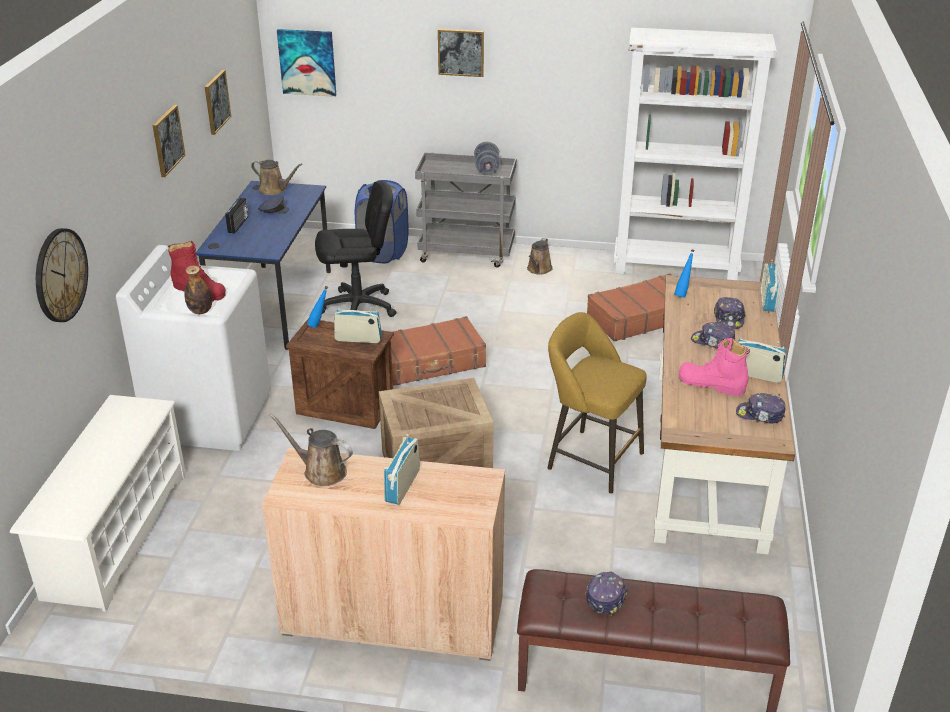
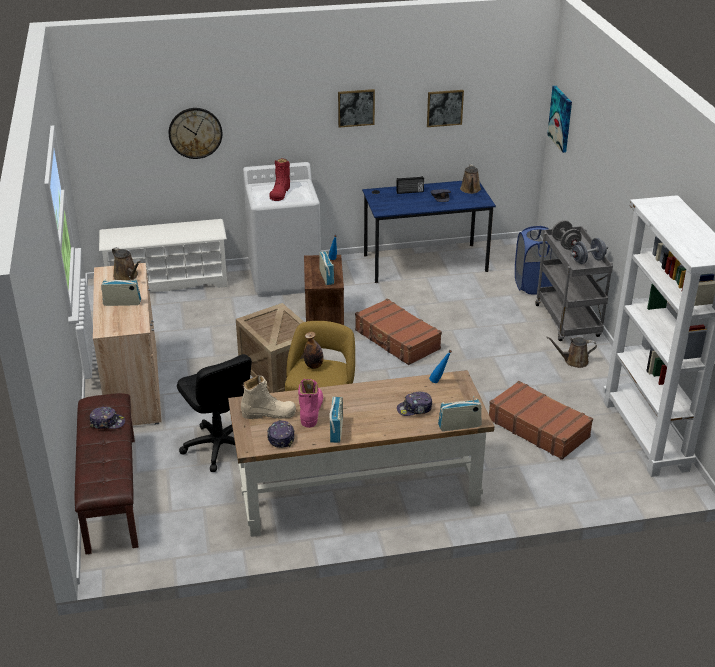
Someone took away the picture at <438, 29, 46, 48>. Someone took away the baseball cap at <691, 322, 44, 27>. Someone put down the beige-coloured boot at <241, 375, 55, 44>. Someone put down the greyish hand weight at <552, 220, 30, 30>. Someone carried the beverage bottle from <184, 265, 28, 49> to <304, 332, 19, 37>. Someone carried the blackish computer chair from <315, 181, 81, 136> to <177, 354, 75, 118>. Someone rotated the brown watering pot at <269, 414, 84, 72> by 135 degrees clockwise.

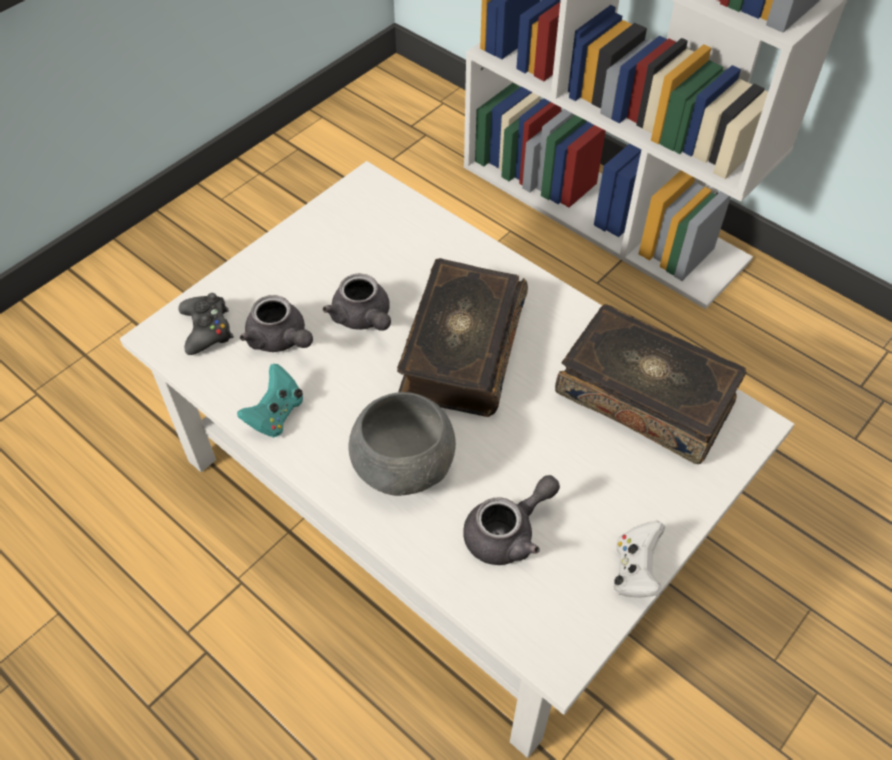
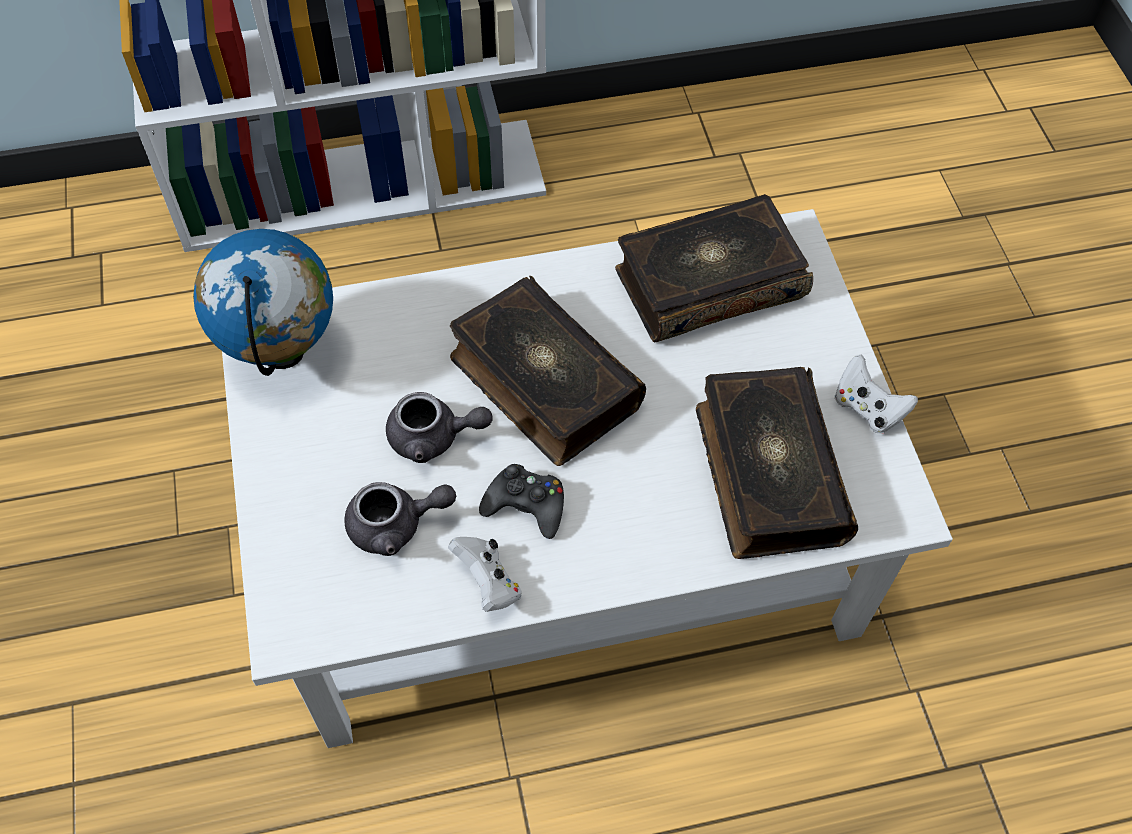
Someone took away the greyish bowl at <349, 392, 107, 104>. Someone put down the world globe at <193, 229, 140, 147>. Someone carried the blackish gamepad from <179, 293, 55, 62> to <479, 464, 85, 75>. Someone swapped the greyish tea pot at <463, 475, 97, 90> for the book at <696, 367, 162, 192>. Someone repainted the turquoise-coloured gamepad at <237, 364, 66, 73>, which became the white-coloured gamepad at <448, 537, 74, 75>.

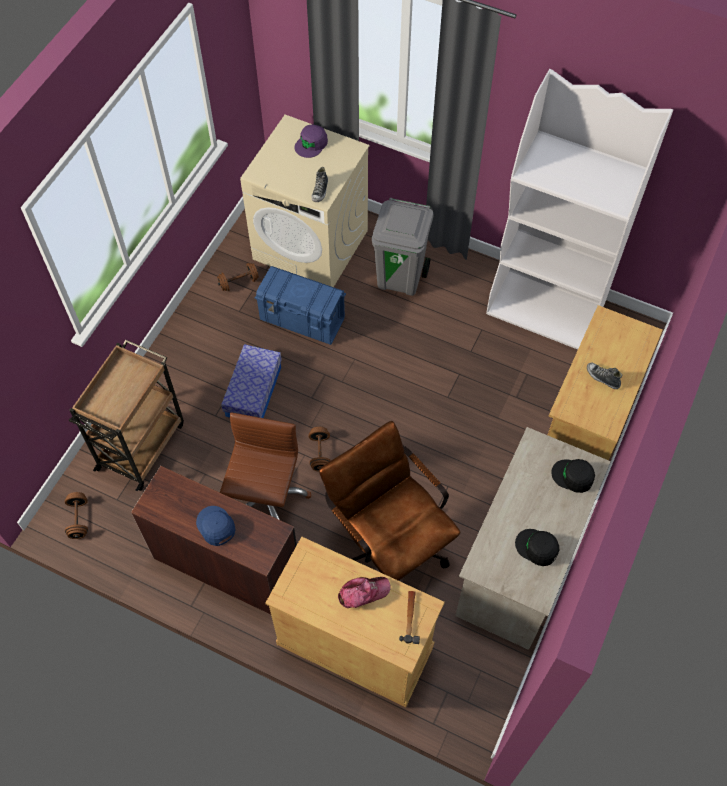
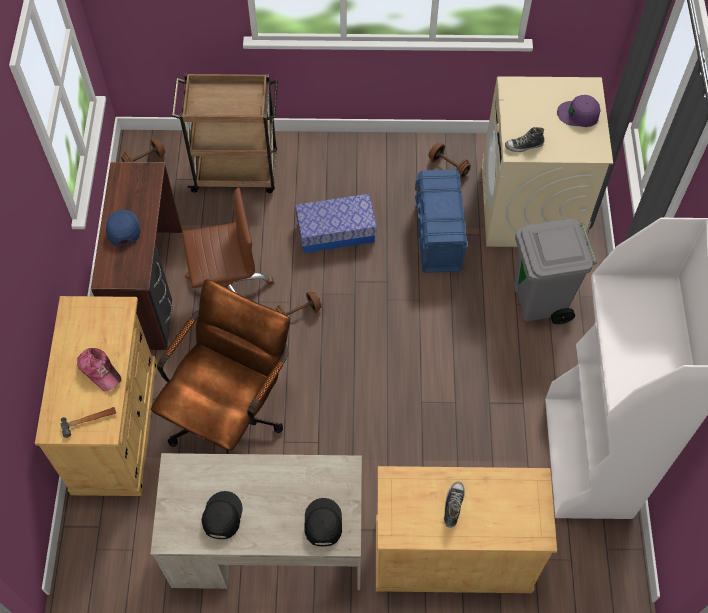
Someone rotated the blue baseball cap at <196, 506, 39, 40> by 45 degrees counterclockwise.

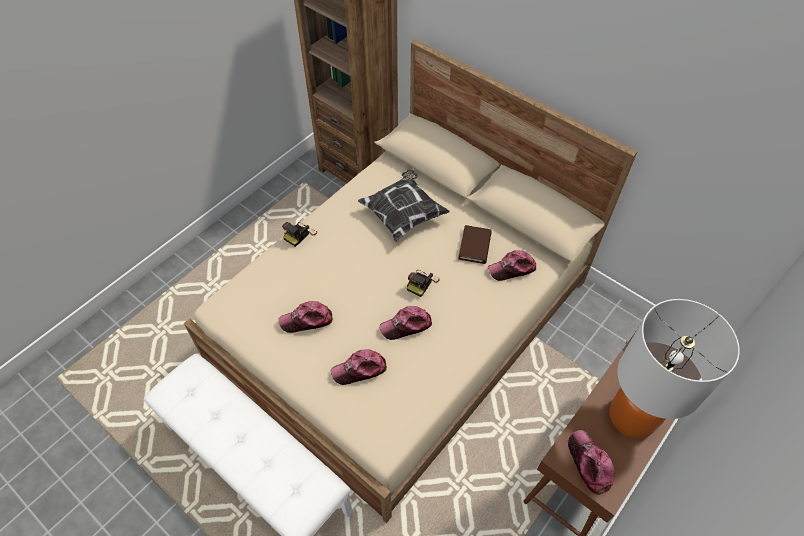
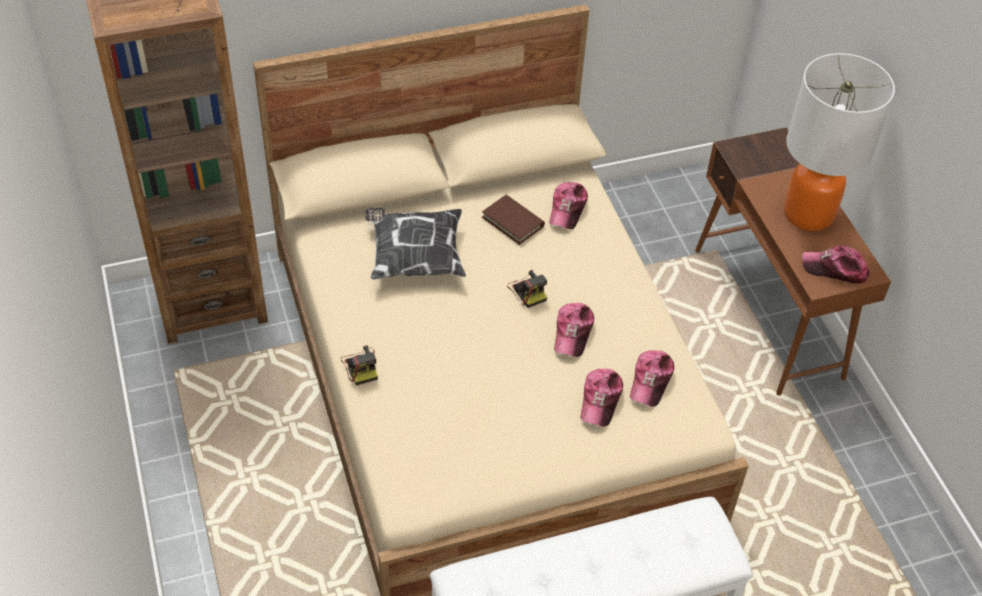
Someone carried the baseball cap from <278, 301, 55, 32> to <630, 350, 44, 57>.

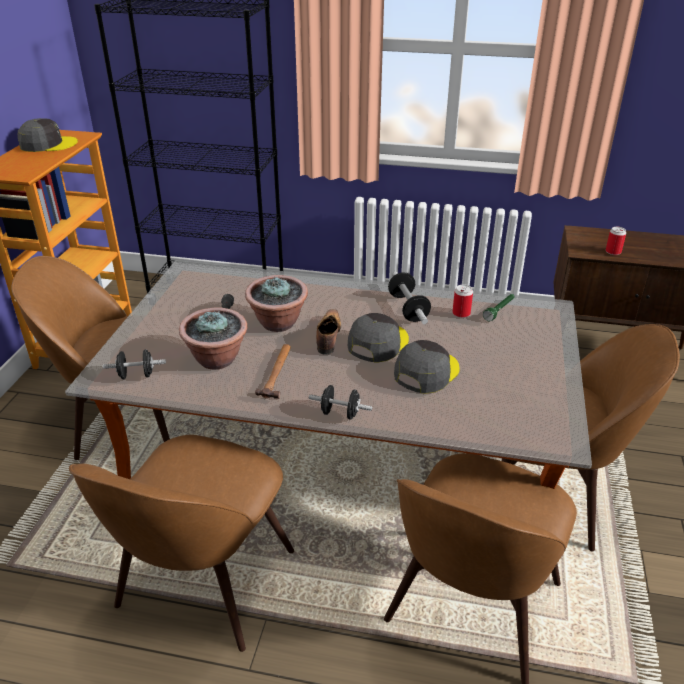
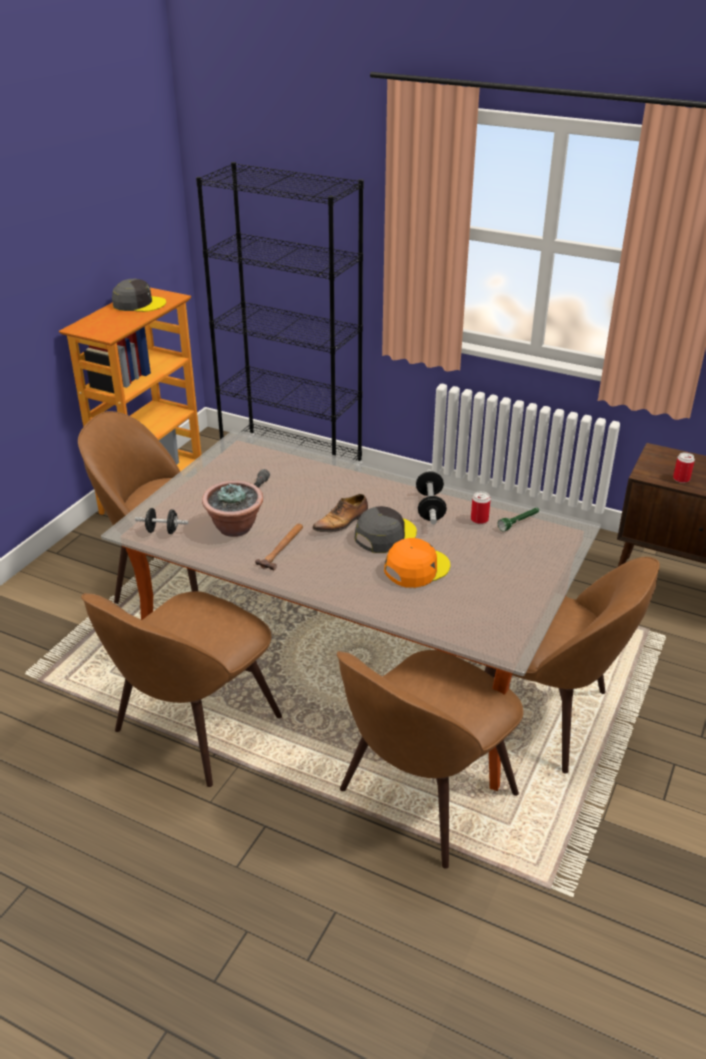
Someone took away the plant in a pot at <245, 275, 63, 57>. Someone took away the blackish hand weight at <309, 385, 63, 35>. Someone repainted the greyish baseball cap at <394, 340, 66, 54>, which became the orange baseball cap at <384, 538, 66, 50>. Someone rotated the item of footwear at <316, 309, 25, 46> by 150 degrees counterclockwise.

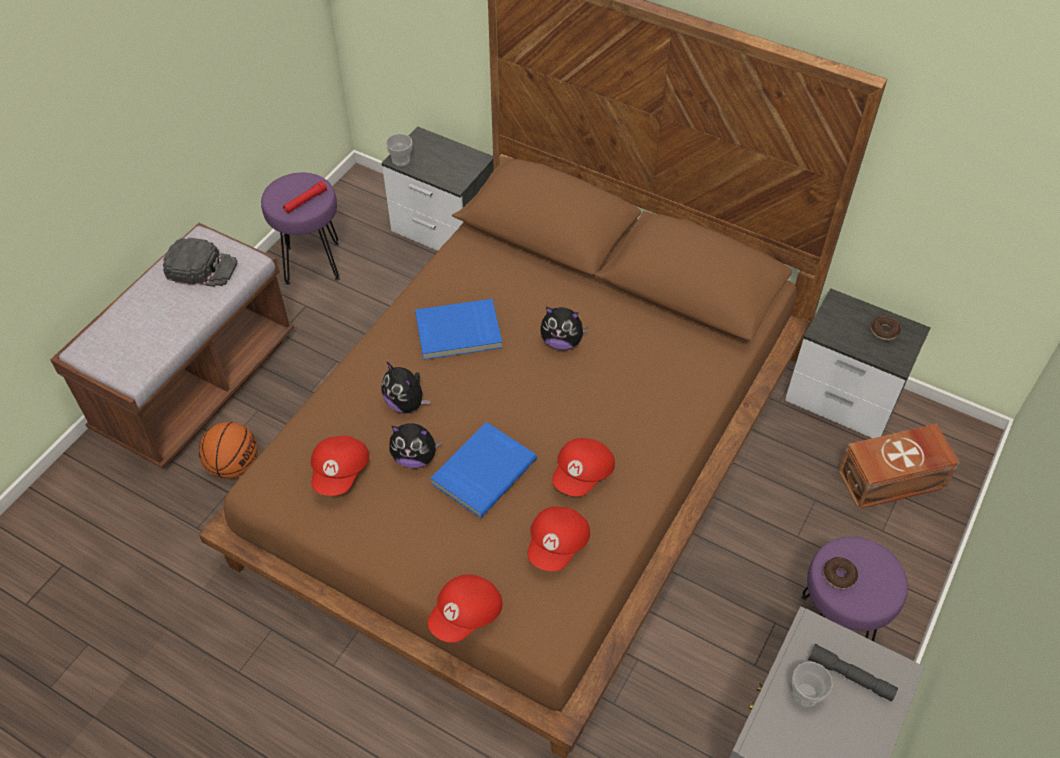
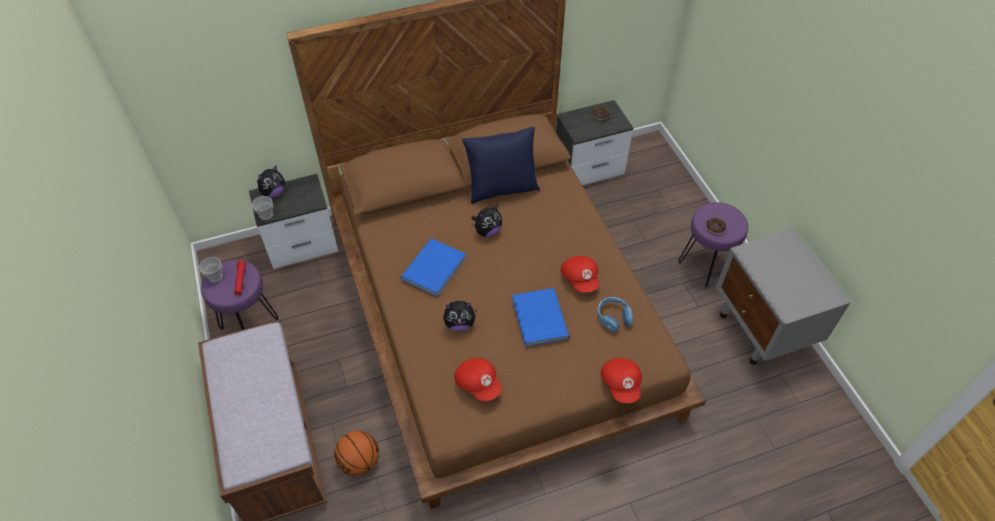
Someone took away the blackish baseball cap at <163, 238, 74, 49>. Someone took away the greyish torch at <808, 644, 90, 58>. Someone took away the brown storage bin at <838, 424, 122, 85>. Someone put down the blue cushion at <462, 127, 78, 77>. Someone carried the soft toy from <389, 423, 53, 45> to <257, 166, 28, 32>. Someone carried the drinking cup from <792, 662, 41, 45> to <199, 257, 24, 25>. Someone swapped the reddish baseball cap at <528, 507, 62, 64> for the blue headphones at <597, 297, 36, 36>.

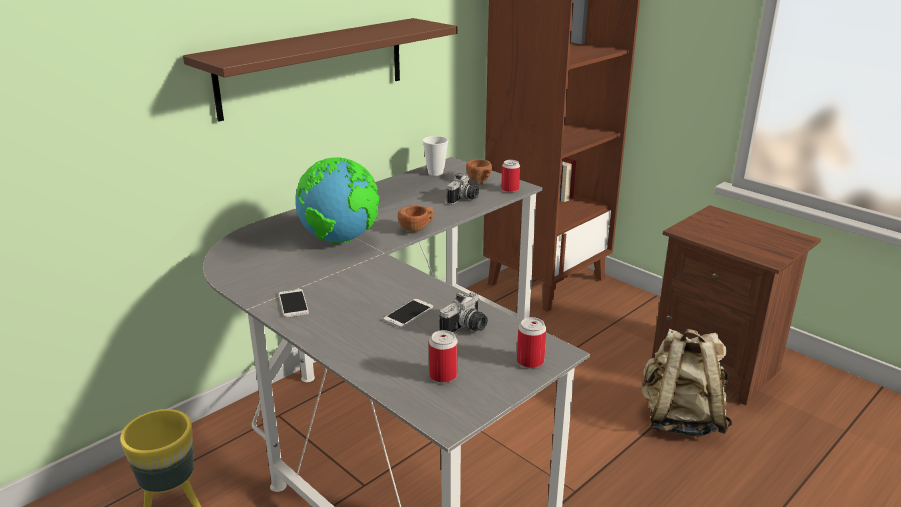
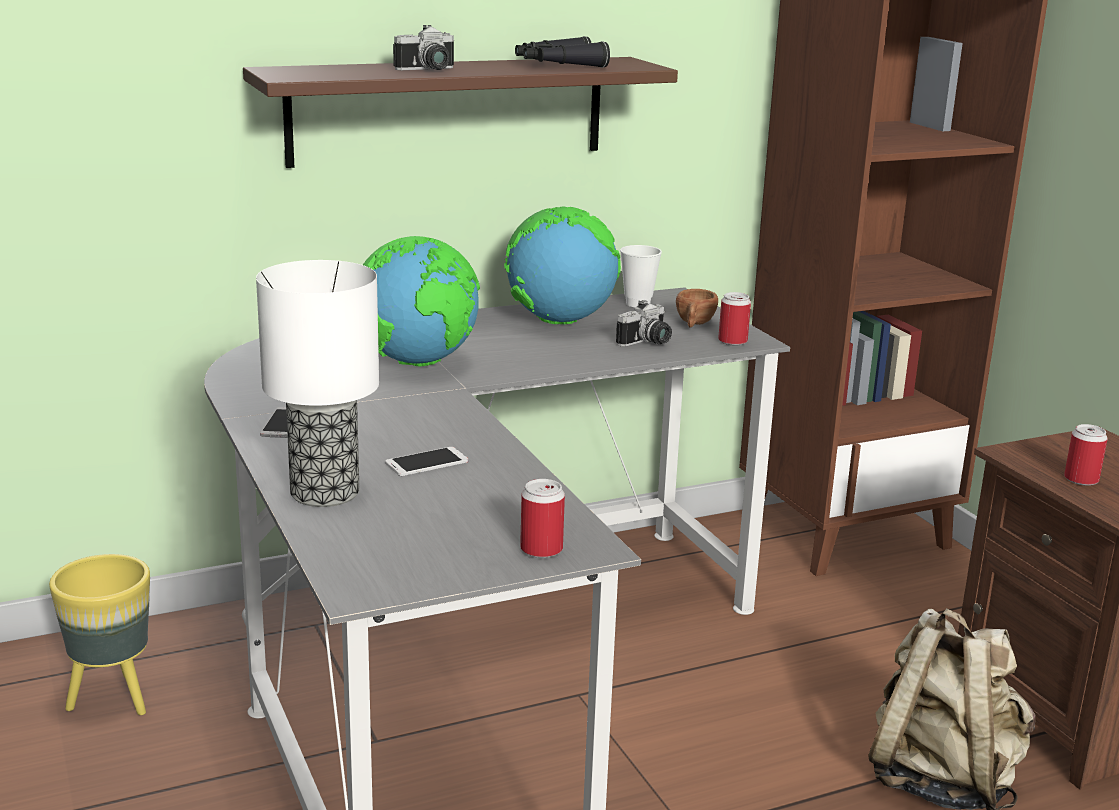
Someone took away the brown drinking cup at <398, 206, 35, 26>. Someone put down the table lamp at <256, 260, 123, 247>. Someone put down the world globe at <504, 207, 117, 117>. Someone put down the blackish binoculars at <515, 36, 95, 32>. Someone carried the sealed can from <429, 330, 29, 53> to <1064, 424, 44, 62>. Someone carried the photo camera from <439, 292, 49, 41> to <393, 25, 61, 45>.

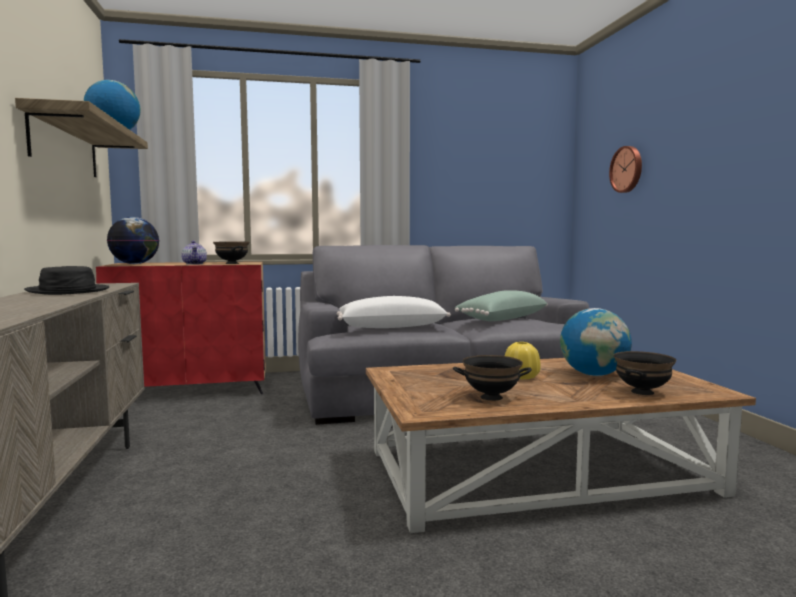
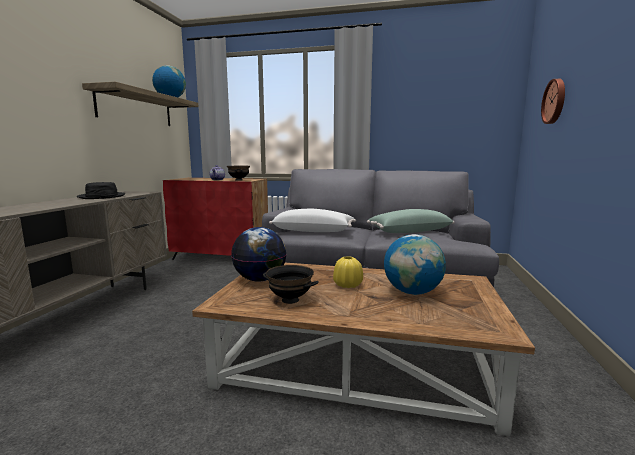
Someone took away the blackish bowl at <614, 351, 62, 44>. Someone carried the world globe from <107, 217, 52, 47> to <231, 227, 56, 55>.

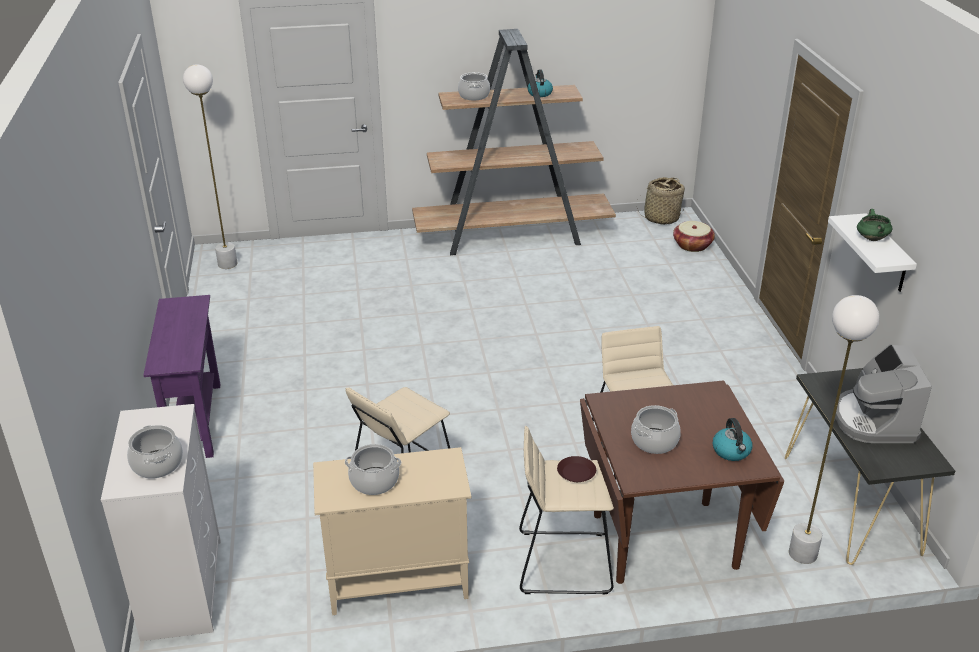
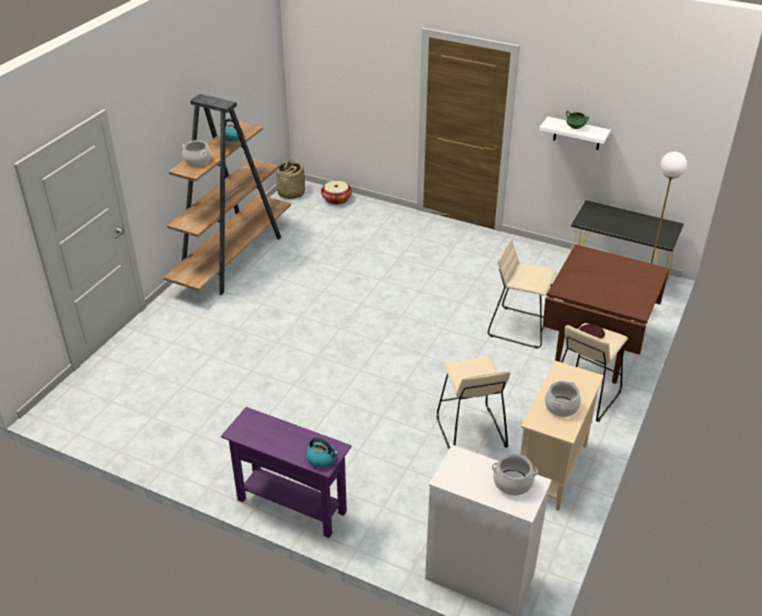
Someone took away the white-coloured floor lamp at <183, 64, 54, 205>. Someone took away the saucepot at <631, 405, 50, 49>. Someone took away the coffee machine at <834, 344, 98, 99>. Someone carried the tea kettle from <713, 418, 39, 43> to <306, 438, 32, 30>.

